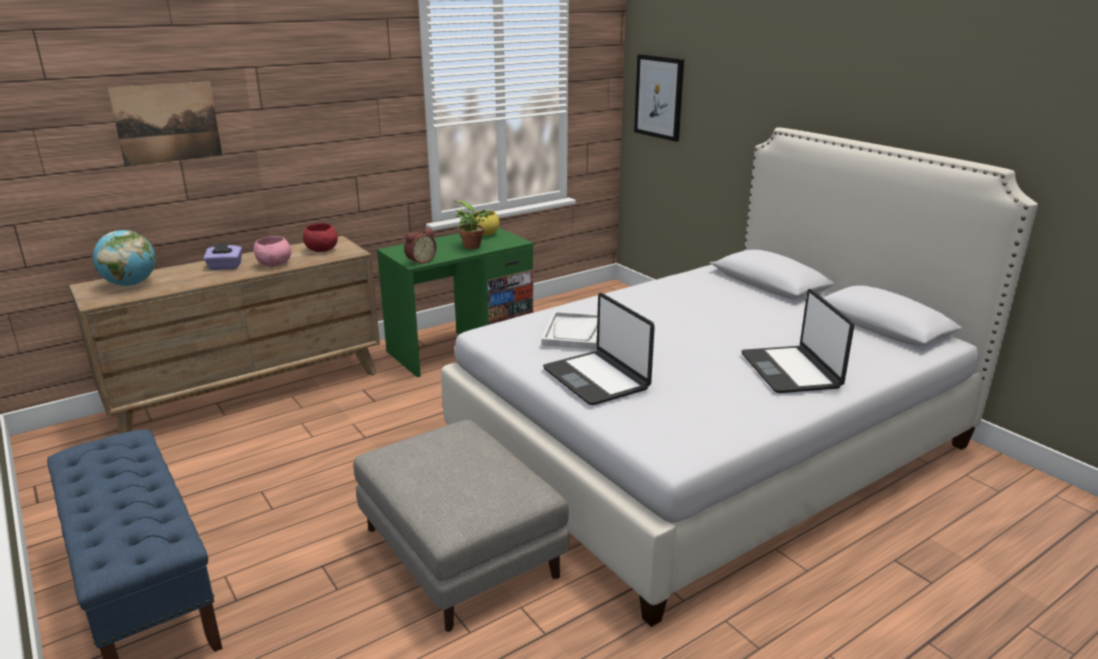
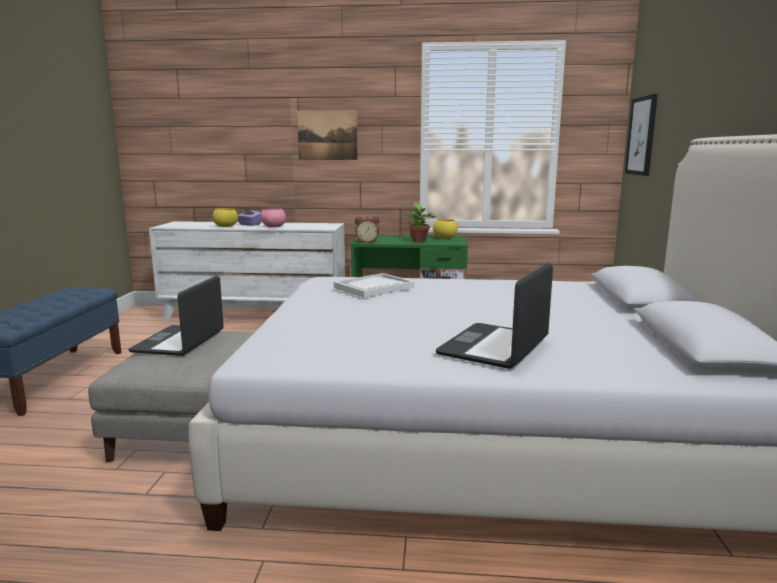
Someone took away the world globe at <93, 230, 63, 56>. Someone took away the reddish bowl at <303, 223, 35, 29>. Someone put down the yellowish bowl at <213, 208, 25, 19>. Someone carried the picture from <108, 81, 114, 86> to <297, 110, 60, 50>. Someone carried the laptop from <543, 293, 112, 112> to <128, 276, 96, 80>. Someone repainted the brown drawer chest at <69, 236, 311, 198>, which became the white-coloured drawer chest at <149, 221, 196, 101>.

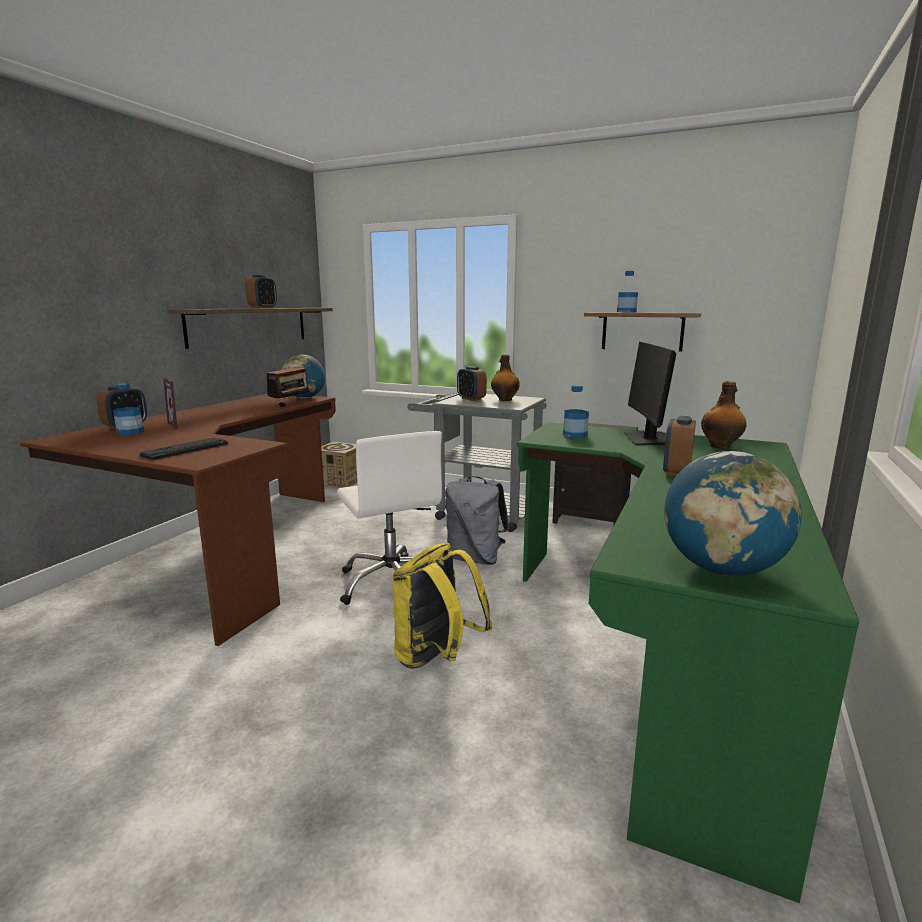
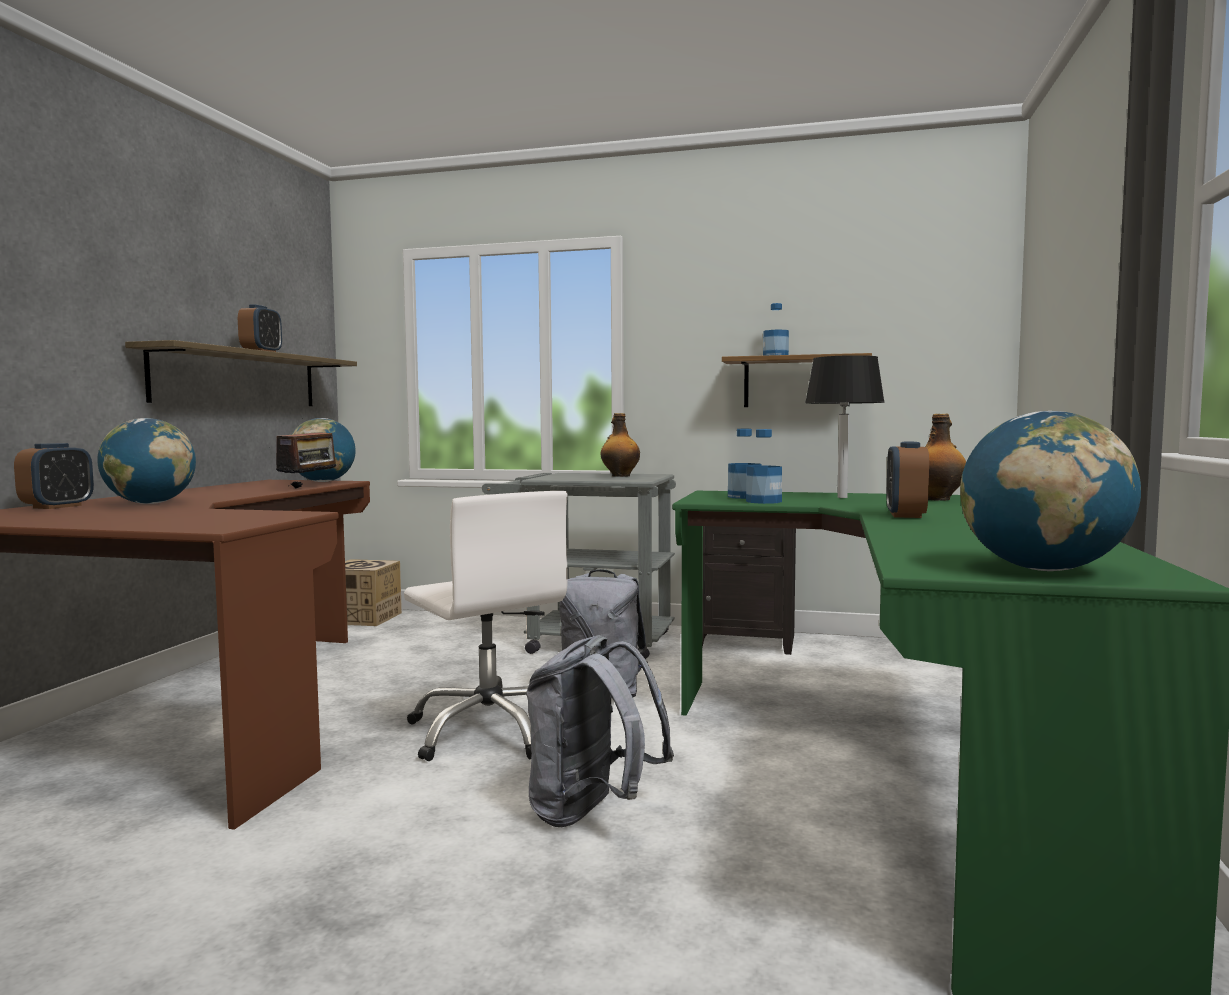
Someone took away the keyboard at <140, 437, 88, 23>. Someone took away the bedside clock at <457, 366, 30, 35>. Someone carried the beverage bottle from <113, 383, 31, 52> to <746, 429, 36, 75>. Someone swapped the standing frame at <163, 378, 27, 51> for the world globe at <97, 418, 99, 86>. Someone swapped the computer screen at <624, 342, 52, 103> for the blackish table lamp at <805, 355, 80, 143>. Someone repainted the yellowish backpack at <393, 543, 100, 126>, which became the greyish backpack at <526, 635, 148, 192>.

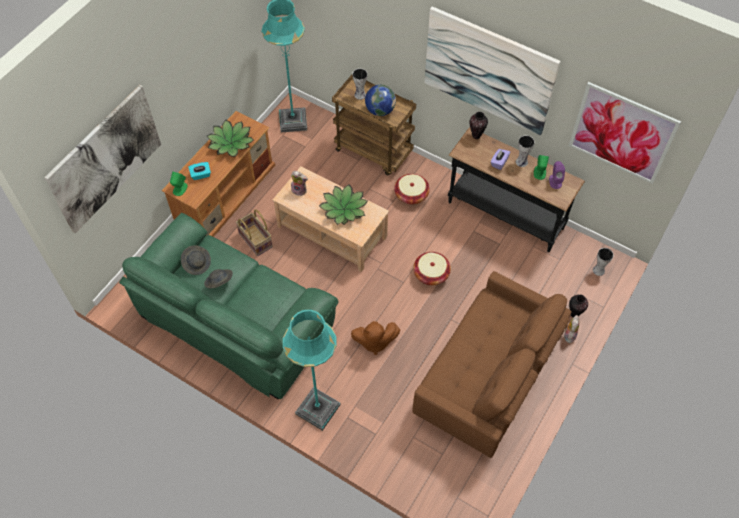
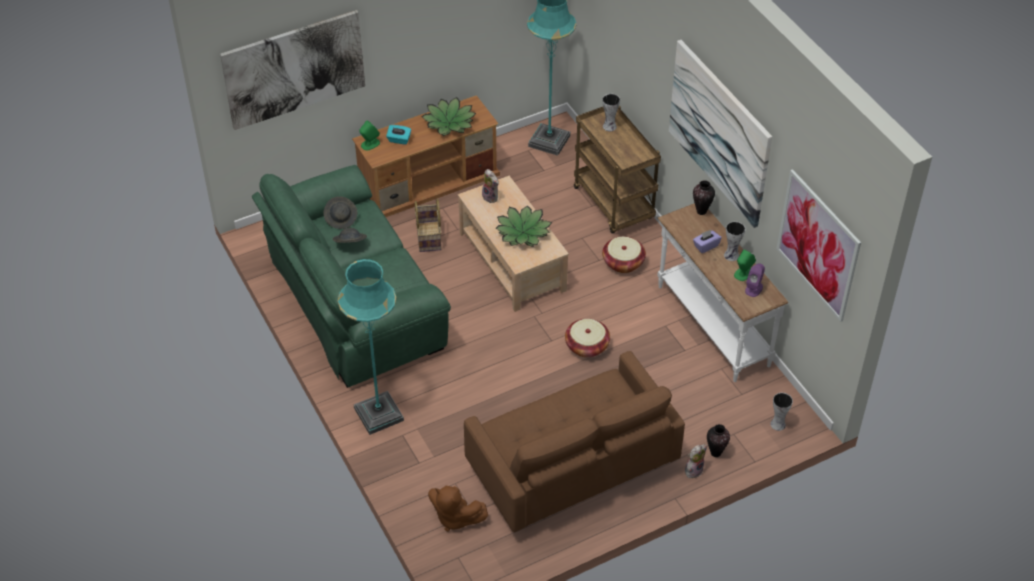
Someone took away the world globe at <365, 85, 31, 31>. Someone carried the brown soft toy from <351, 321, 49, 34> to <428, 486, 60, 46>. Someone repainted the blackish hall table at <448, 127, 137, 125>, which became the white-coloured hall table at <657, 203, 131, 179>.

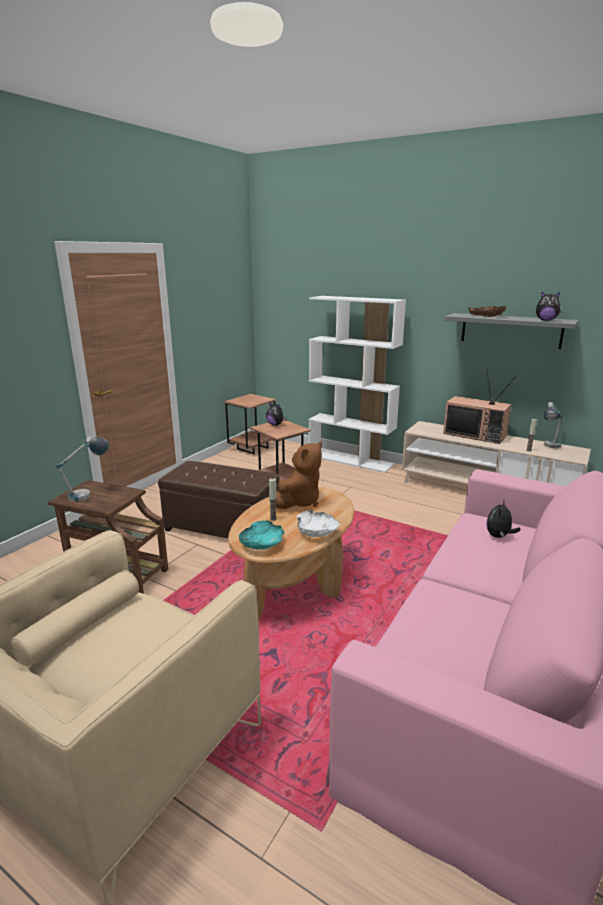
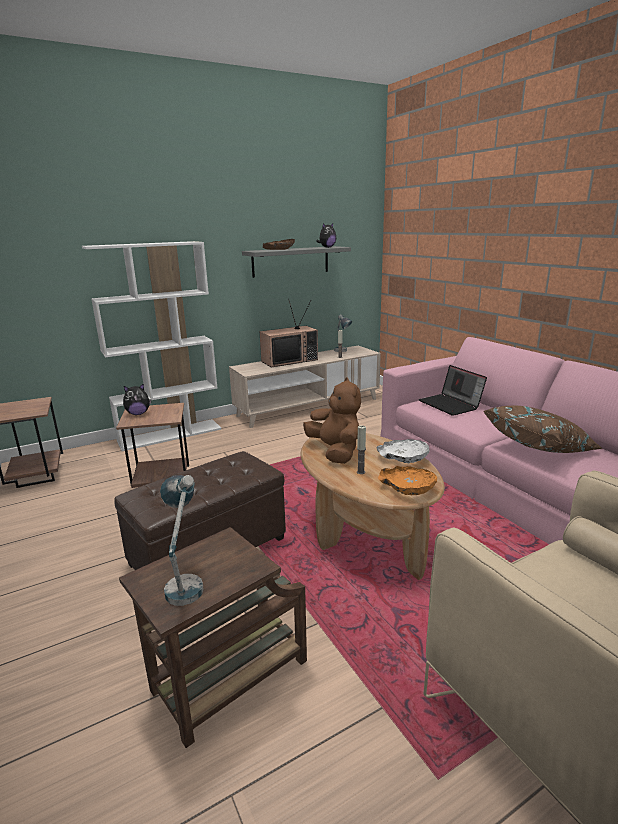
Someone put down the brown cushion at <484, 406, 119, 47>. Someone swapped the soft toy at <486, 501, 35, 37> for the laptop at <419, 365, 68, 51>. Someone repainted the turquoise-coloured bowl at <239, 520, 45, 30>, which became the orange bowl at <378, 466, 59, 30>.

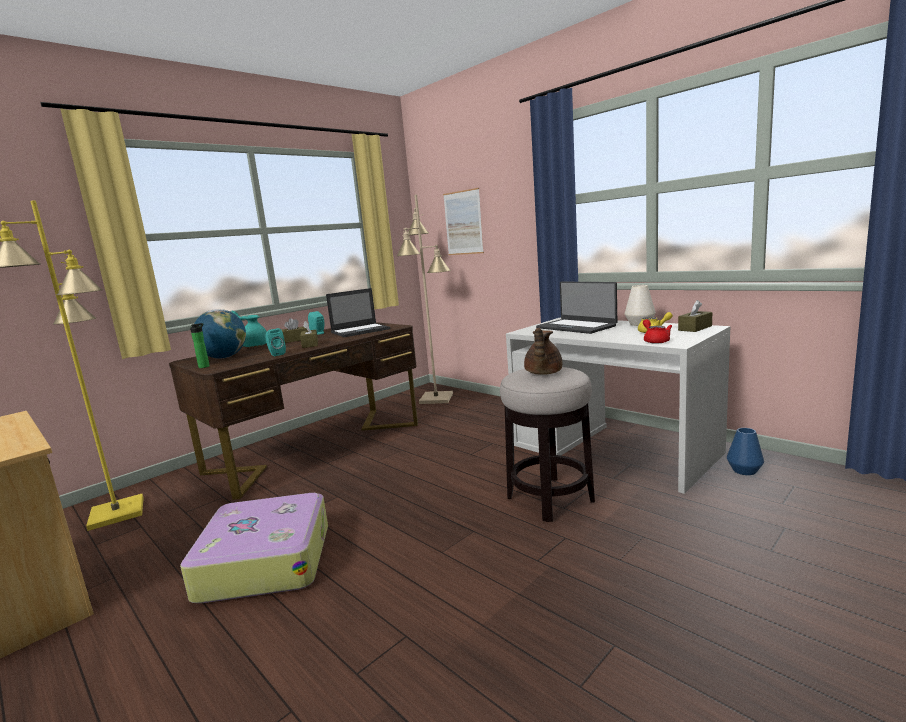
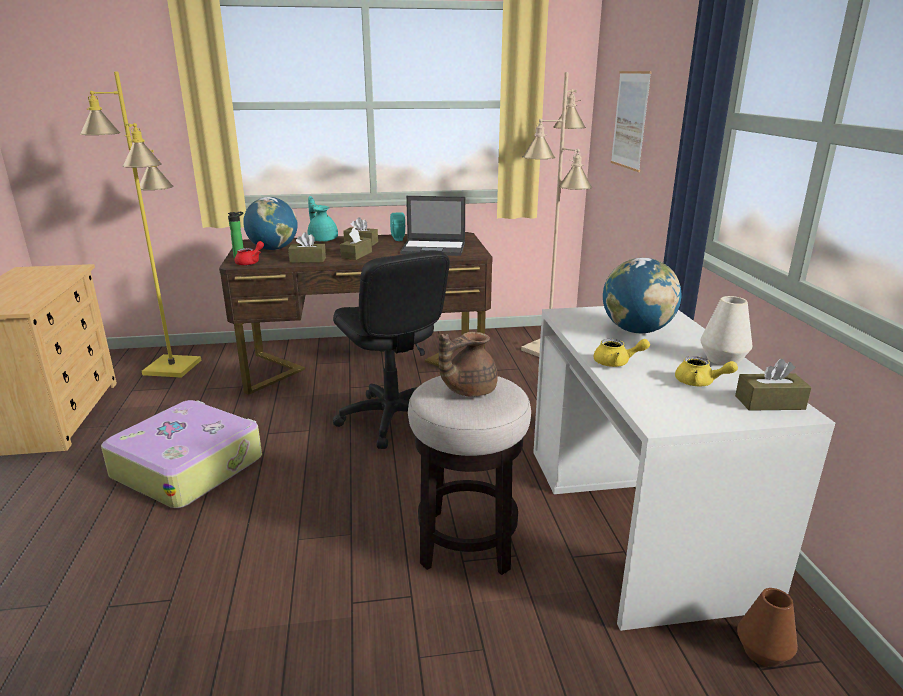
Someone put down the blackish computer chair at <333, 250, 117, 199>. Someone put down the yellowish tea pot at <594, 339, 56, 28>. Someone carried the reddish tea pot from <643, 319, 29, 25> to <235, 241, 29, 25>. Someone swapped the turquoise-coloured audio speaker at <265, 328, 21, 28> for the brown tissue holder at <288, 232, 38, 31>. Someone swapped the laptop at <536, 282, 81, 52> for the world globe at <603, 258, 78, 75>. Someone repainted the blue vase at <727, 428, 37, 47>, which became the brown vase at <737, 588, 61, 79>.

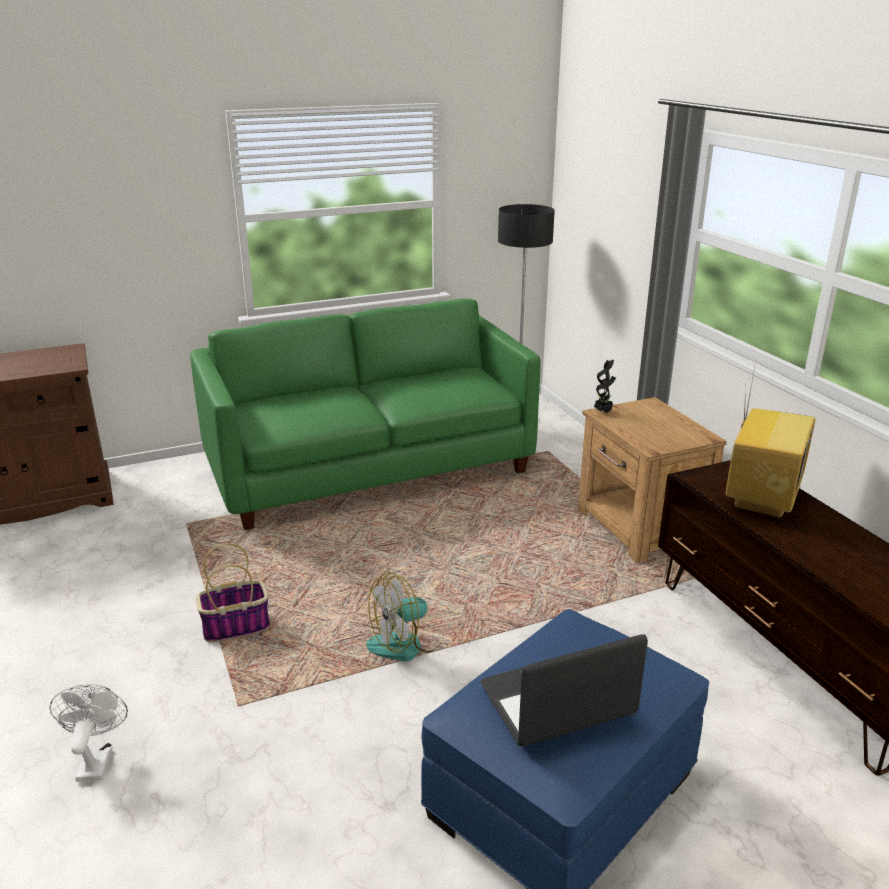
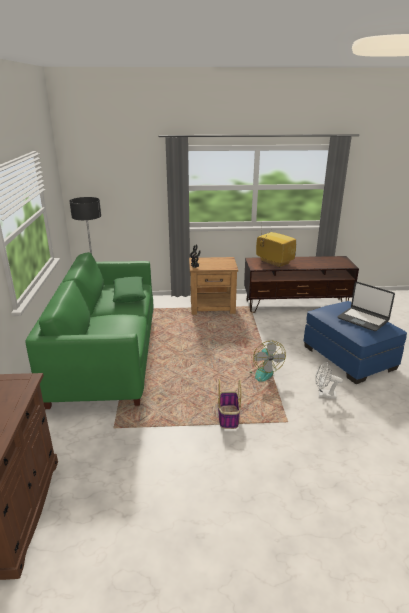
Someone put down the green-coloured cushion at <113, 277, 33, 26>. Someone carried the white-coloured electric fan from <49, 684, 79, 98> to <315, 362, 28, 37>. Someone rotated the laptop at <481, 634, 167, 113> by 45 degrees counterclockwise.

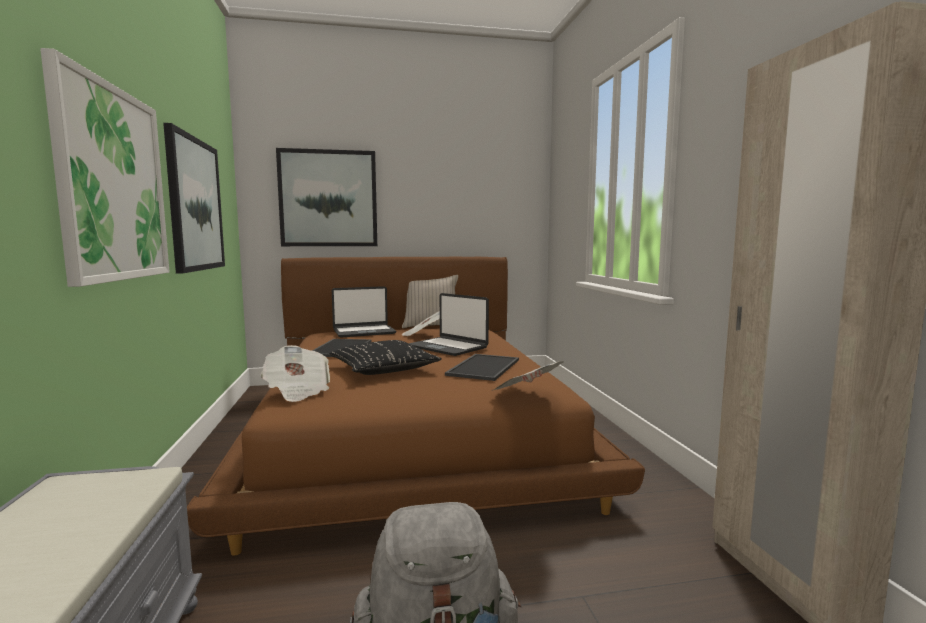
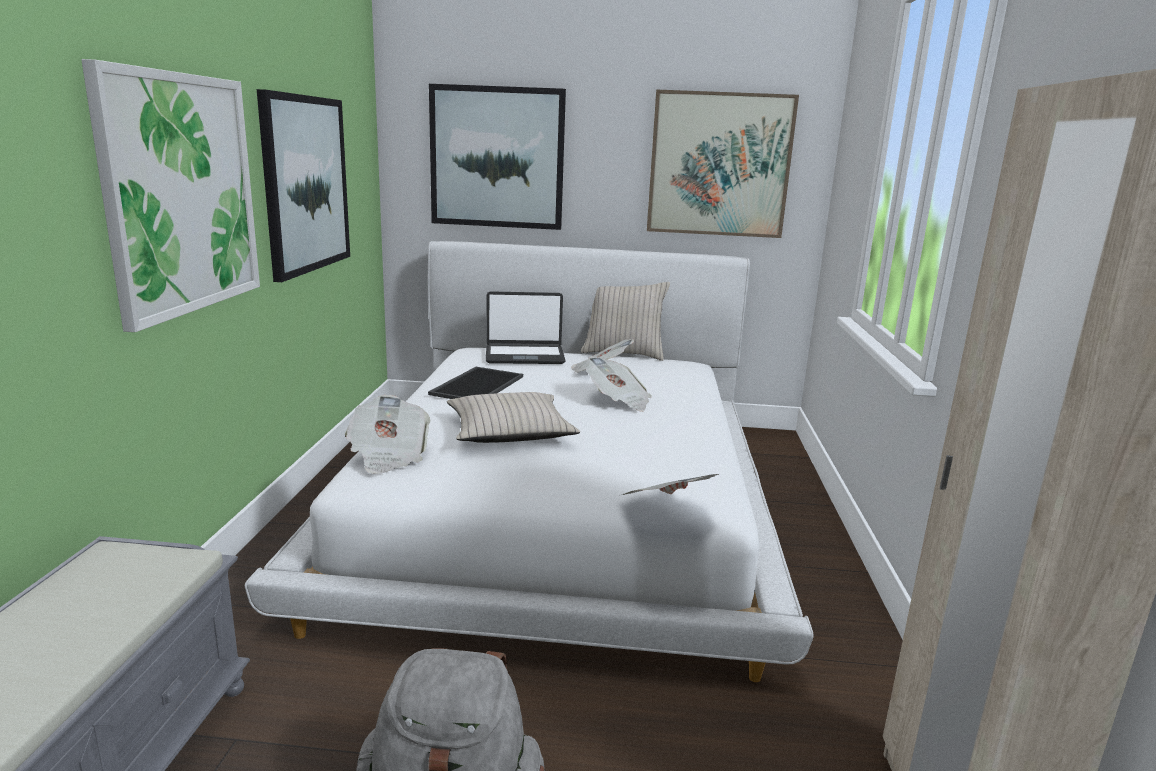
Someone took away the serving tray at <445, 354, 74, 27>. Someone put up the picture at <647, 89, 152, 149>. Someone swapped the laptop at <409, 293, 80, 63> for the newspaper at <586, 356, 66, 56>. Someone repainted the brown bed at <187, 257, 458, 299>, which became the white-coloured bed at <245, 241, 569, 441>. Someone repainted the blackish cushion at <329, 340, 113, 35>, which became the beige-coloured cushion at <447, 392, 133, 51>.

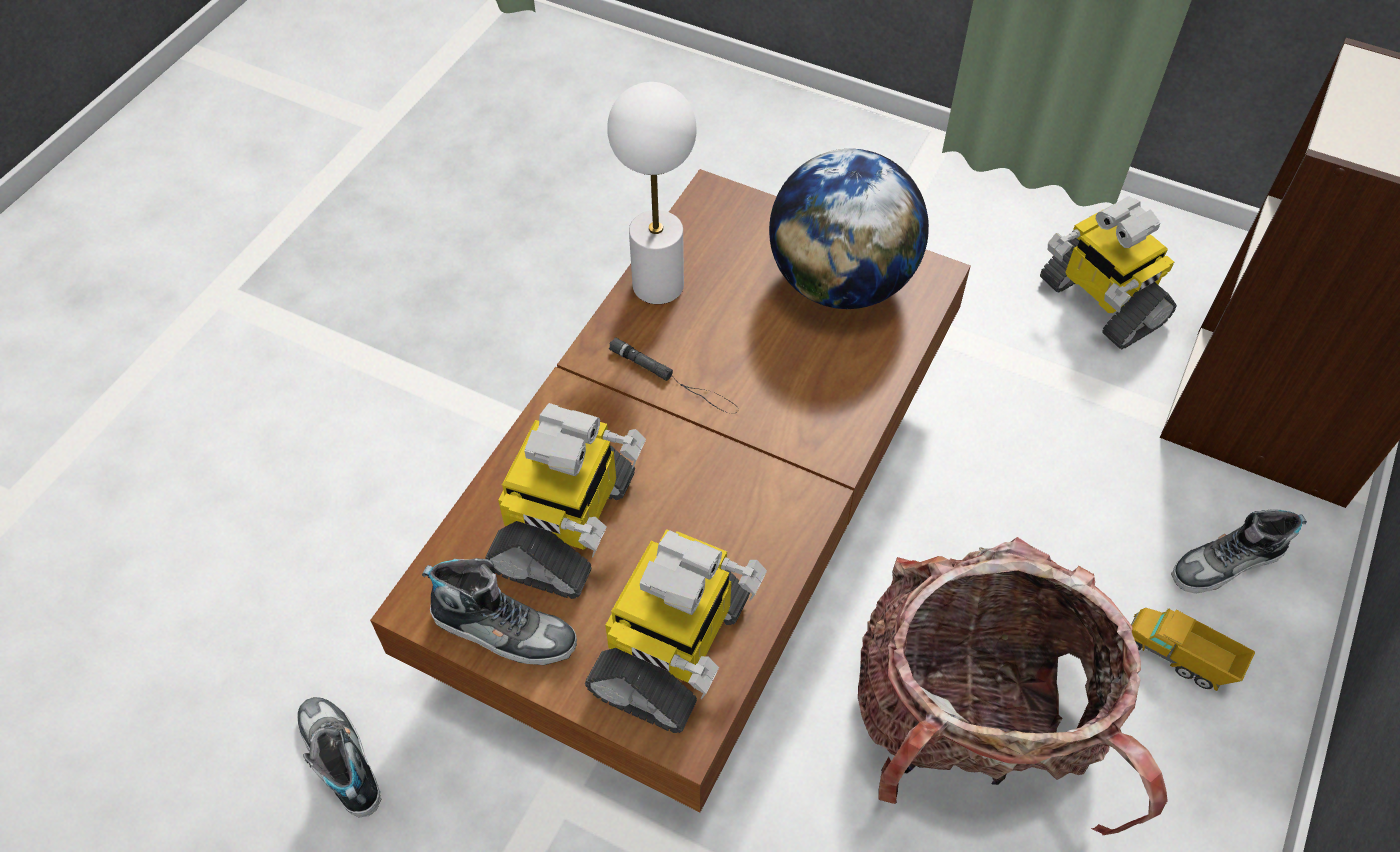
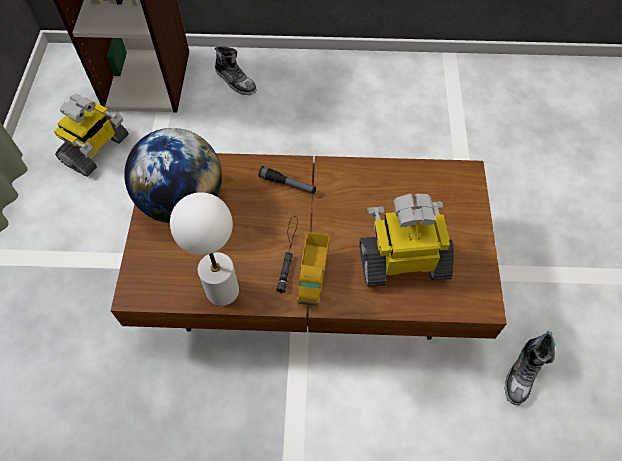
Someone took away the item of footwear at <422, 558, 155, 107>. Someone took away the model robot at <585, 529, 182, 204>. Someone took away the backpack at <858, 537, 310, 298>. Someone put down the torch at <259, 166, 57, 28>. Someone carried the toy truck from <1131, 608, 124, 83> to <297, 232, 33, 76>.

